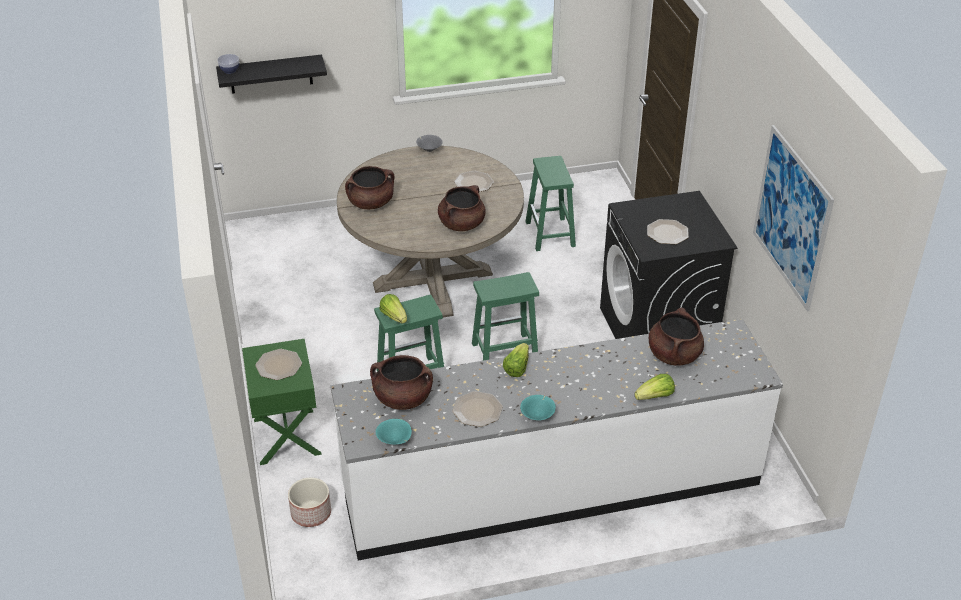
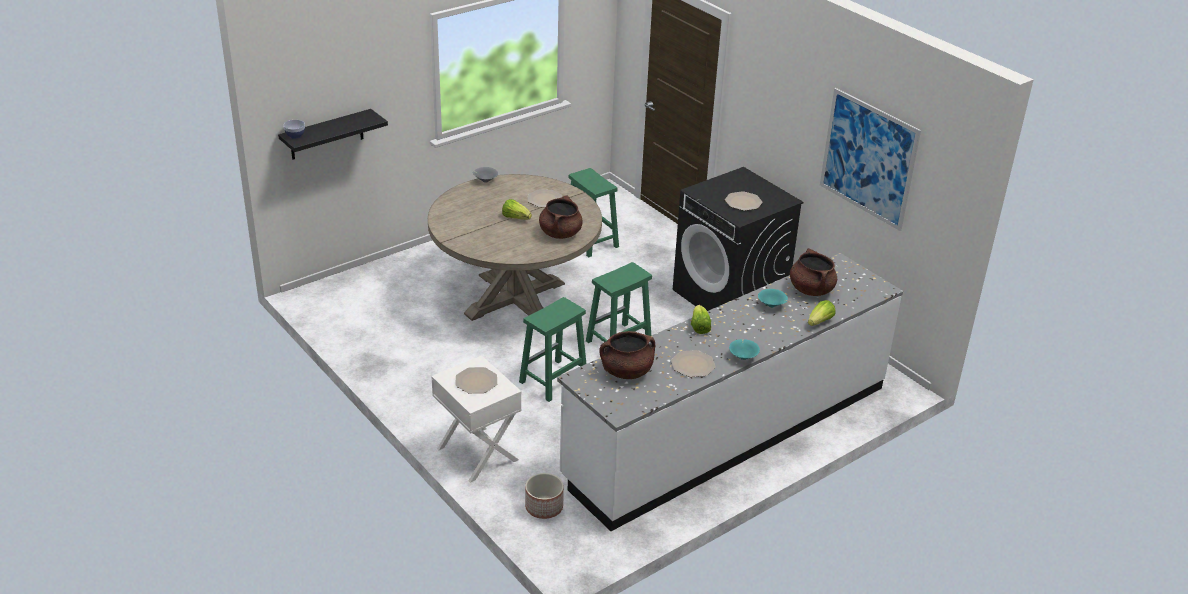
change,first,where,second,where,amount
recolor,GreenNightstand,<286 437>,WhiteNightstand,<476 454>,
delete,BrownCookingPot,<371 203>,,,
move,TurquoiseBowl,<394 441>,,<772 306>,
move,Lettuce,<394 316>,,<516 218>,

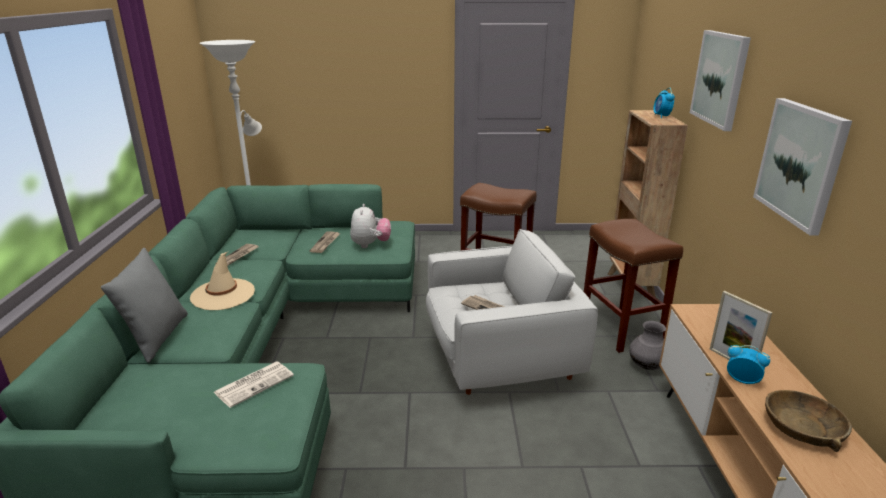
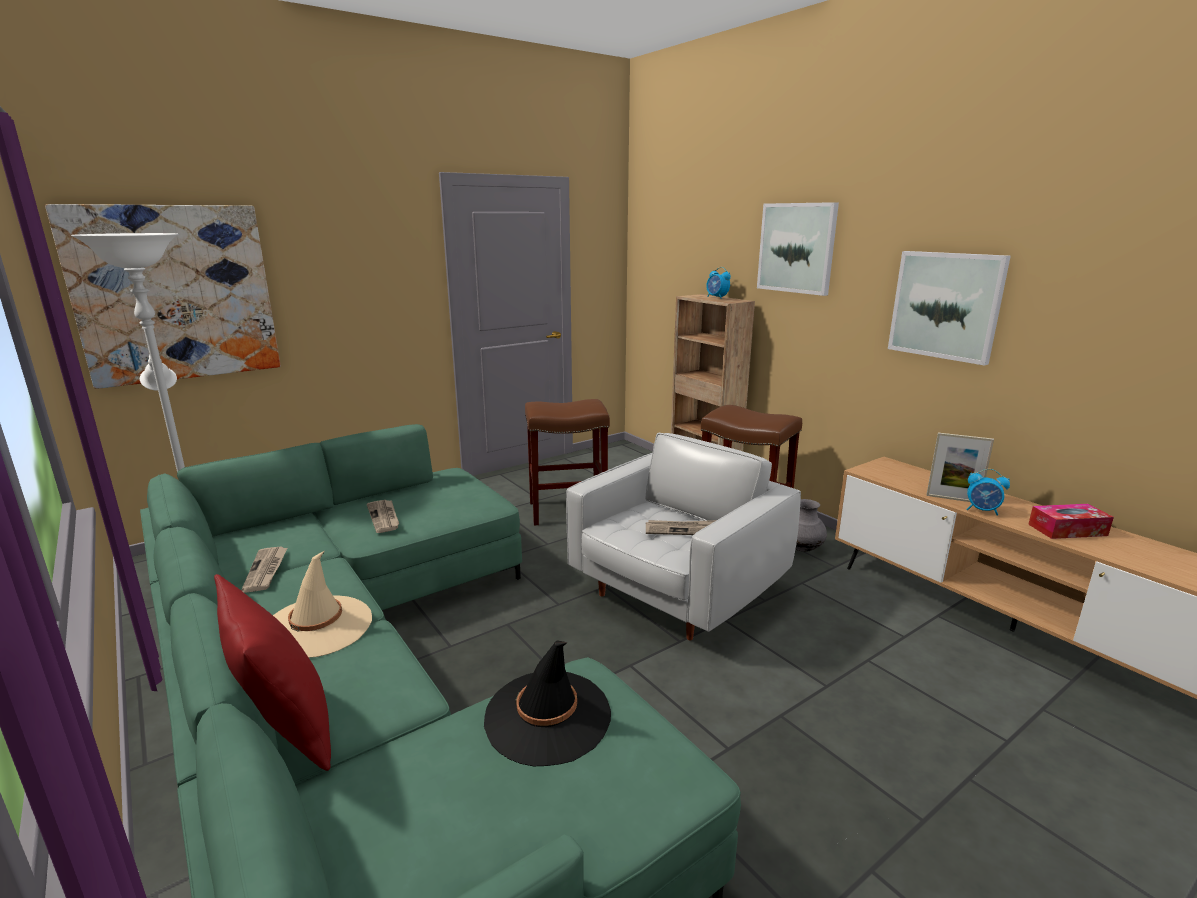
change,first,where,second,where,amount
recolor,GreyPillow,<156 337>,RedPillow,<286 729>,
replace,Newspaper,<255 383>,BlackHat,<547 717>,
delete,PlushToy,<370 245>,,,
rotate,AlarmClock,<742 380>,,<982 511>,150 degrees counterclockwise
replace,BrownBowl,<803 428>,TissueBox,<1067 530>,
insert,,,Picture,<175 294>,

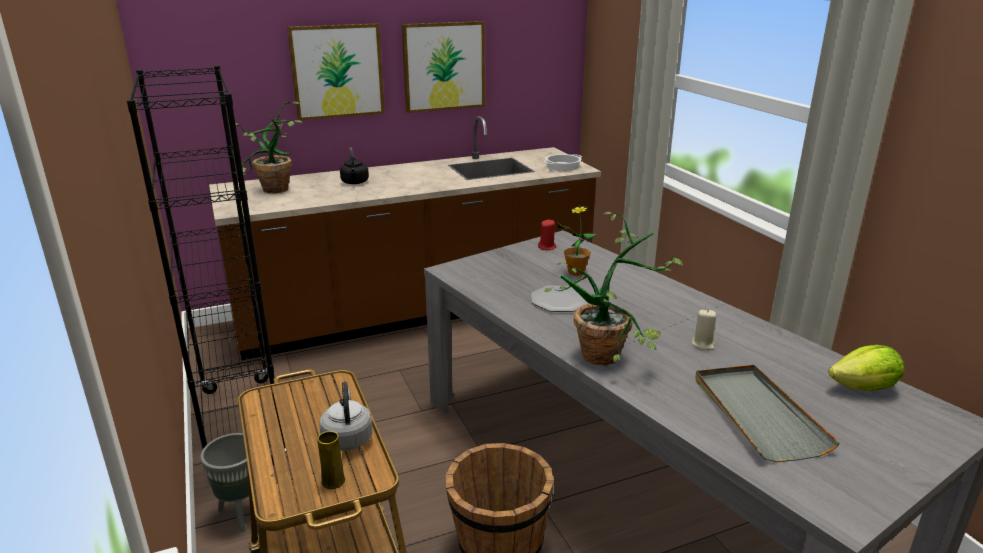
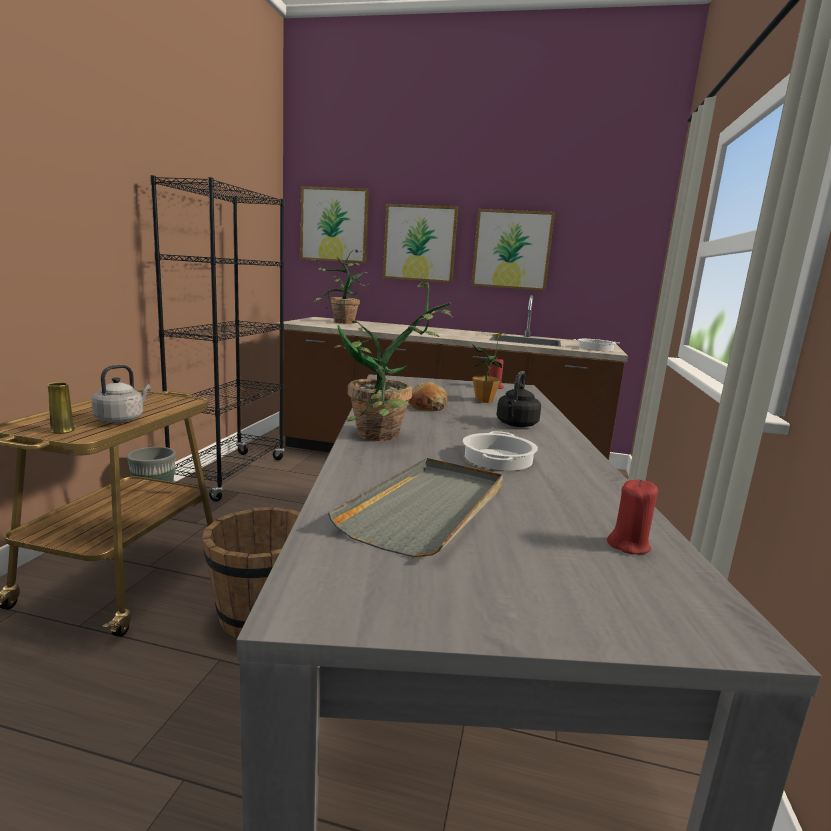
change,first,where,second,where,amount
move,BlackKettle,<355 182>,,<516 425>,
replace,Plate,<559 300>,Bread,<427 406>,
replace,BeigeCandle,<703 344>,CookingPot,<497 458>,
replace,Lettuce,<864 388>,RedCandle,<628 545>,
insert,,,Picture,<334 225>,

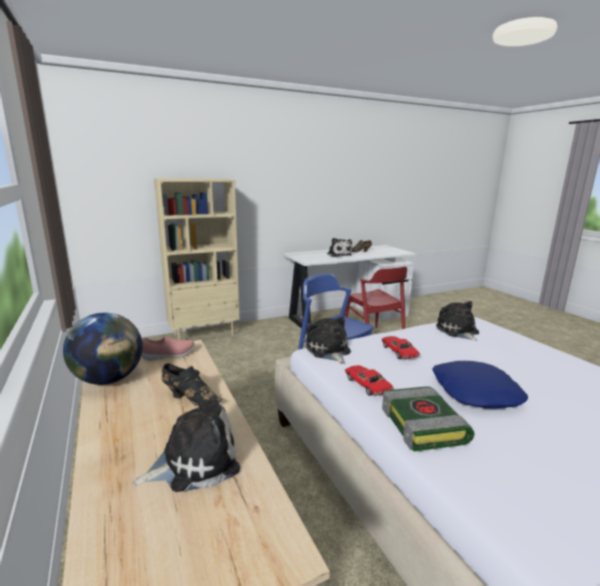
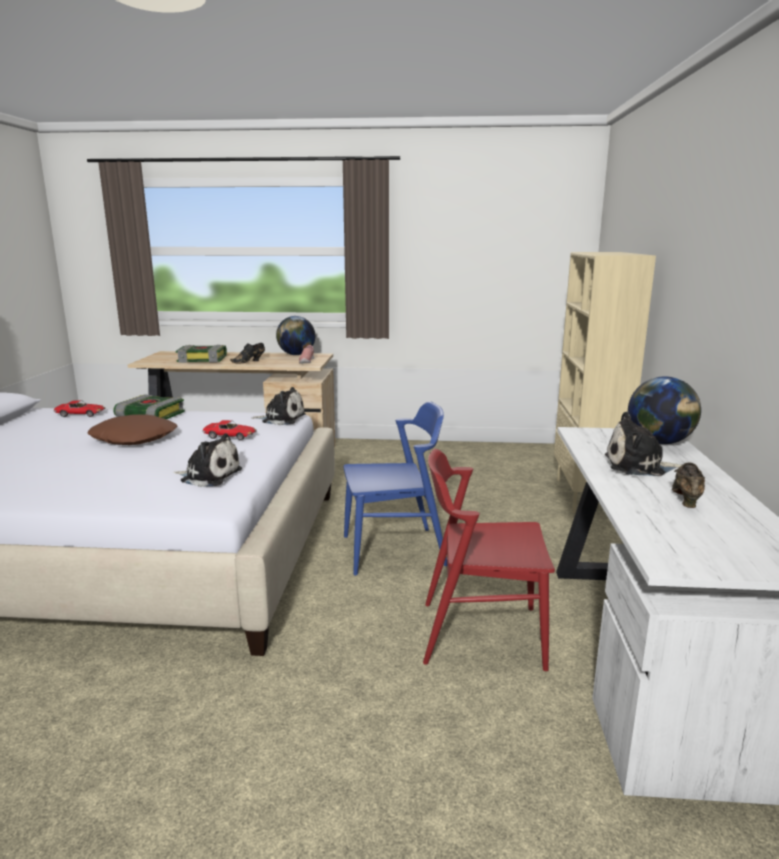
change,first,where,second,where,amount
replace,PlushToy,<194 461>,Book,<203 359>,
move,ToyCar,<366 385>,,<81 414>,
recolor,BluePillow,<474 392>,BrownPillow,<134 438>,
insert,,,Globe,<659 442>,

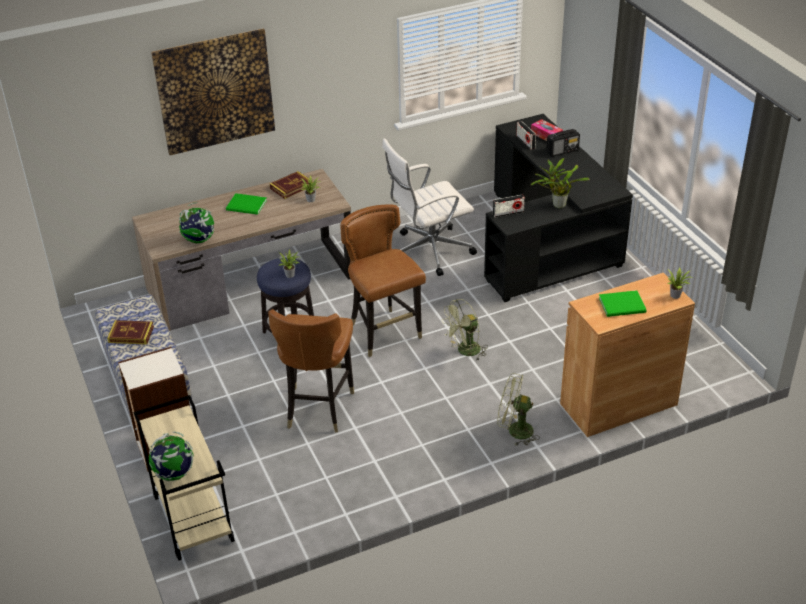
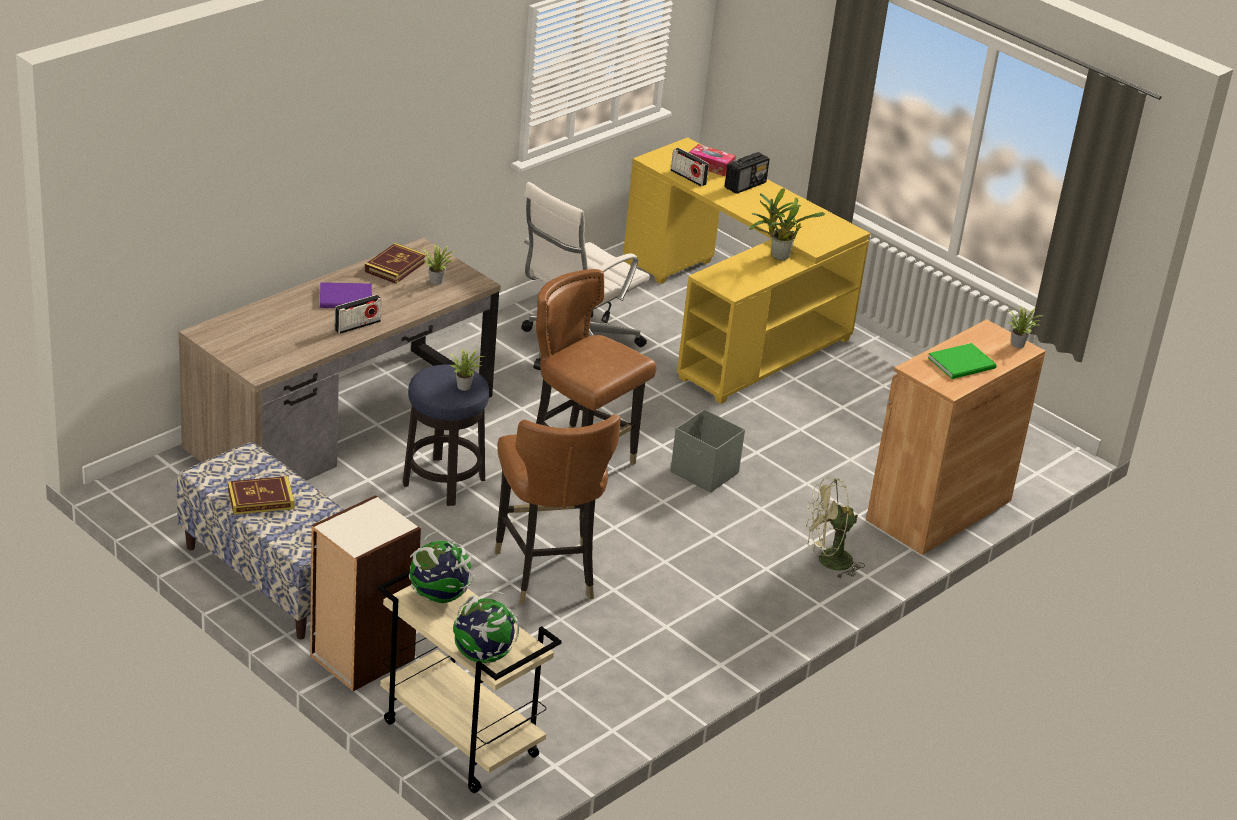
change,first,where,second,where,amount
delete,Picture,<215 91>,,,
move,Globe,<199 240>,,<439 597>,
recolor,GreenBook,<247 206>,PurpleBook,<347 298>,
replace,GreenFan,<465 351>,GreyStorageBox,<705 473>,
recolor,BlackDesk,<549 242>,YellowDesk,<736 319>,
move,Radio,<508 213>,,<357 325>,

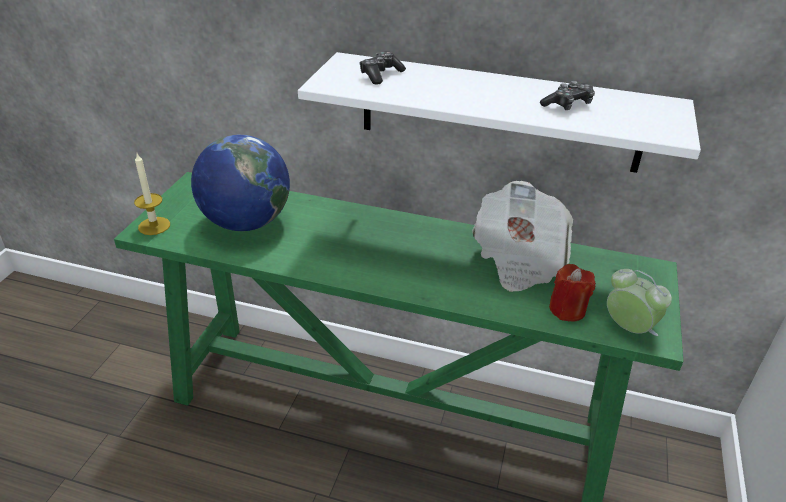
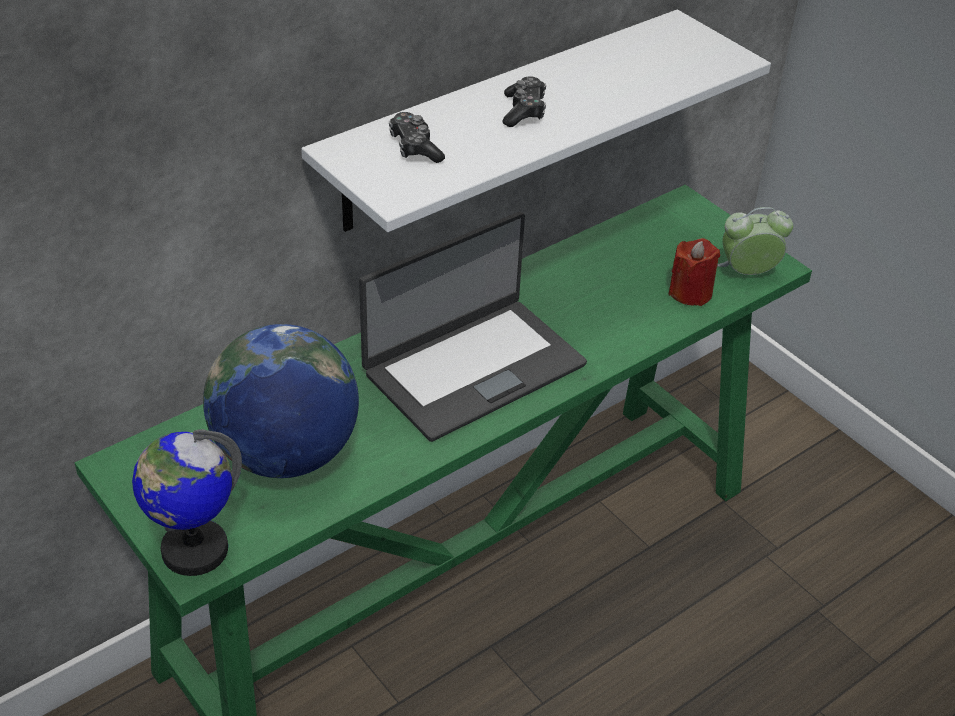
change,first,where,second,where,amount
replace,Candle,<154 226>,Globe,<194 549>,
delete,Newspaper,<519 259>,,,
move,GameController,<568 105>,,<524 111>,
insert,,,Laptop,<472 367>,

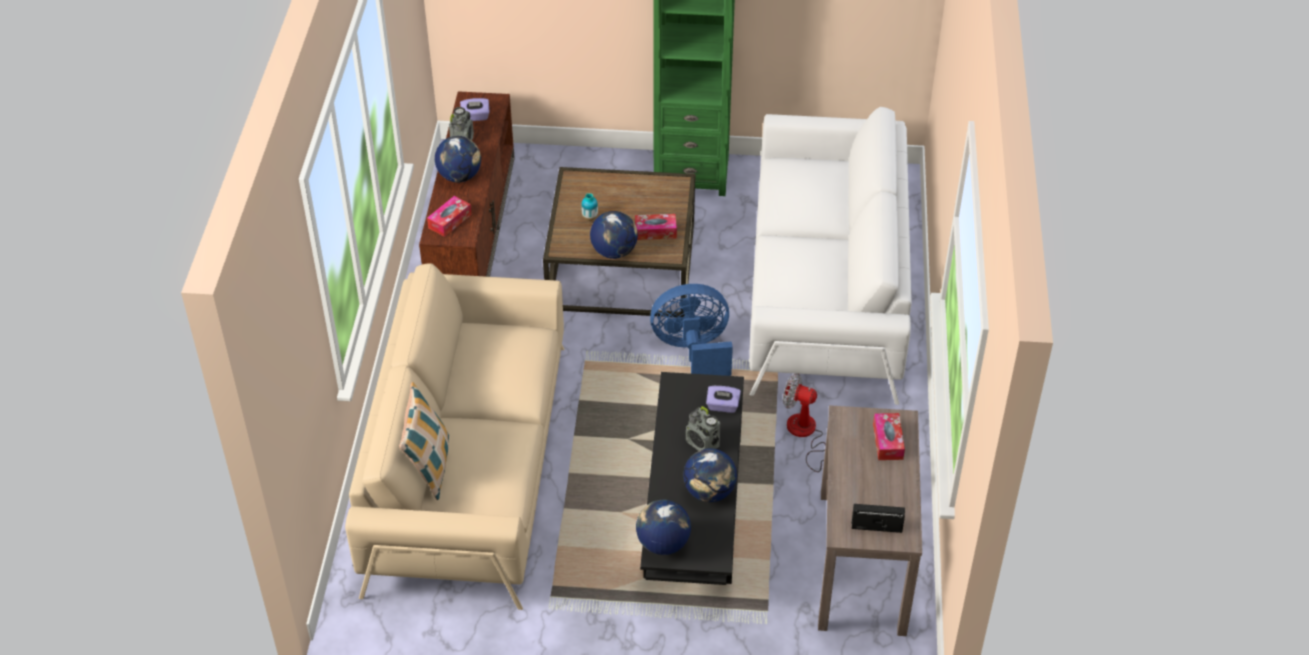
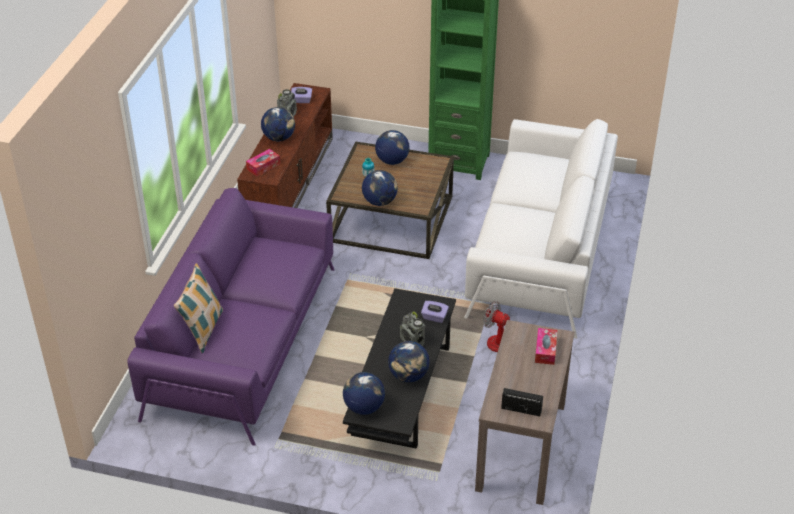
change,first,where,second,where,amount
recolor,BeigeSofa,<468 465>,PurpleSofa,<242 340>,
delete,TissueBox,<655 232>,,,
delete,BlueFan,<693 350>,,,
insert,,,Globe,<392 161>,

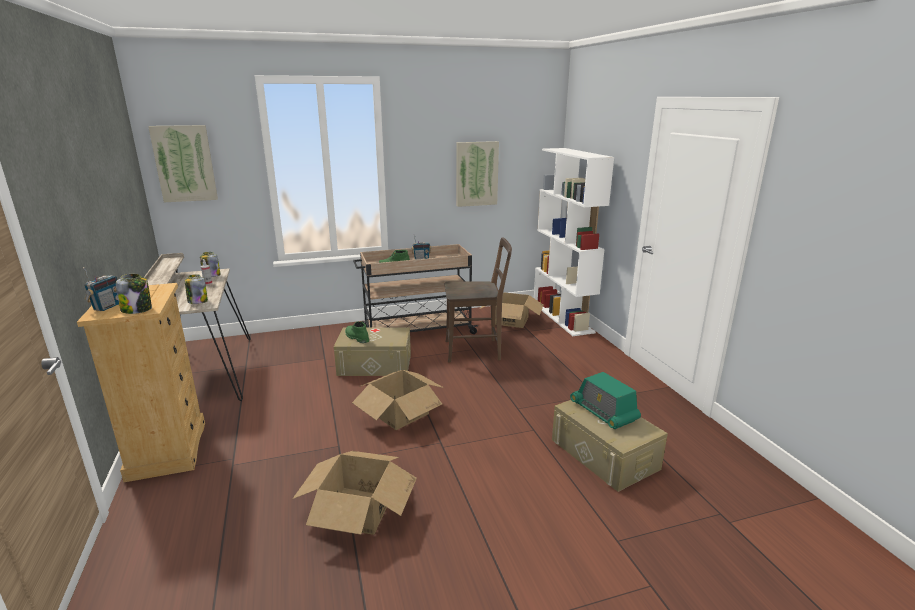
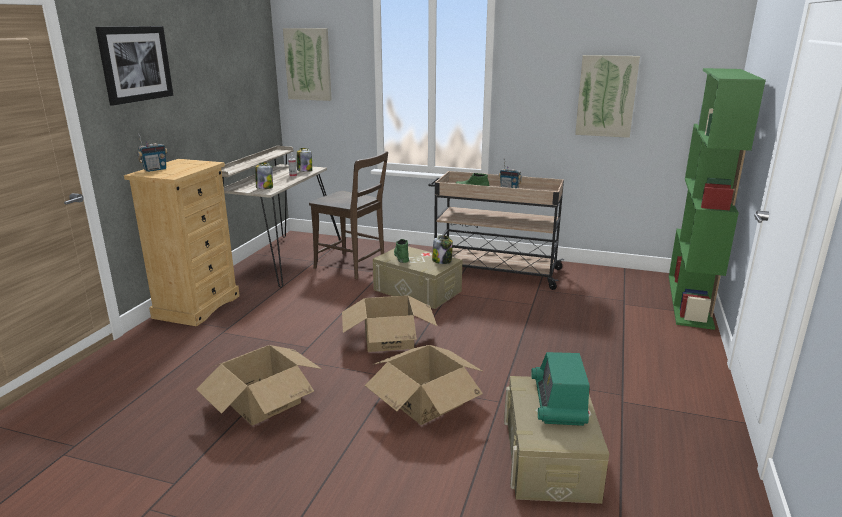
change,first,where,second,where,amount
move,Jar,<137 309>,,<442 261>,
move,BrownChair,<476 350>,,<352 266>,
move,CardboardBox,<511 320>,,<425 401>,
recolor,WhiteBookcase,<563 317>,GreenBookcase,<690 301>,
insert,,,Picture,<135 64>,

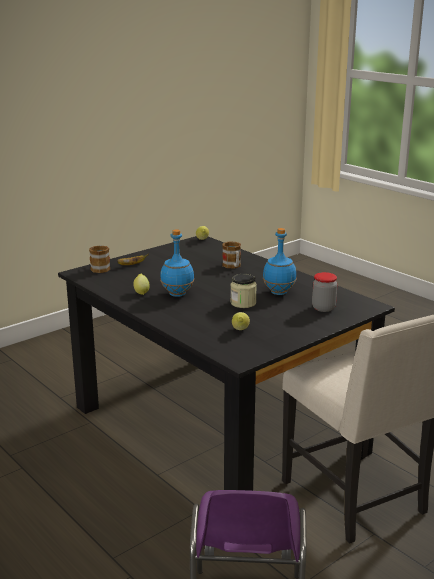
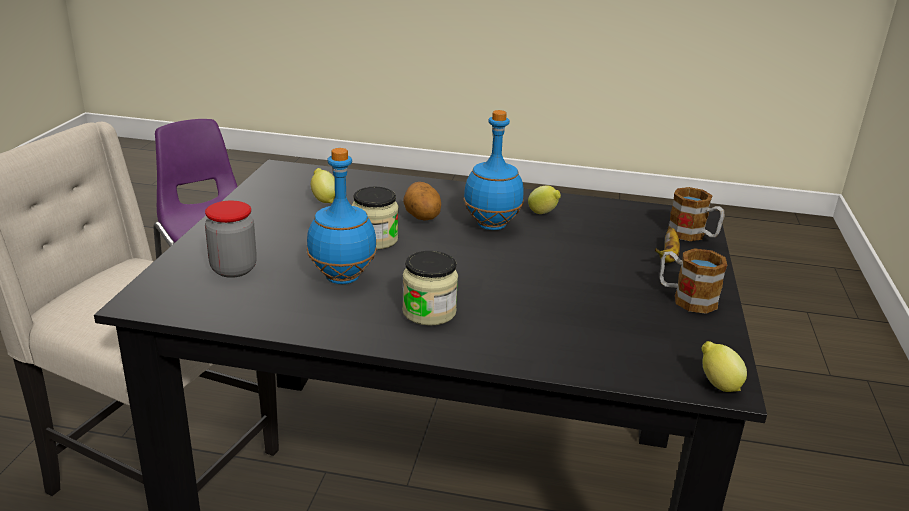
change,first,where,second,where,amount
move,Mug,<233 266>,,<686 298>,
insert,,,Jar,<429 312>,
insert,,,Potato,<421 218>,

